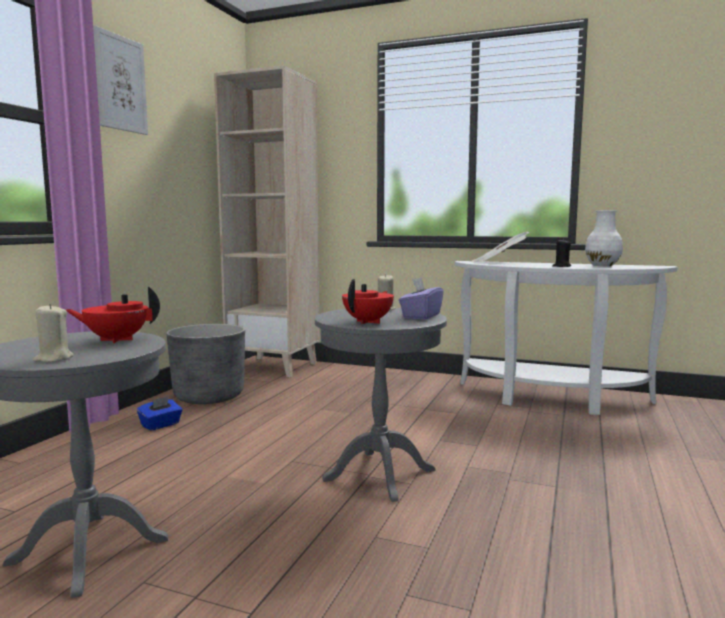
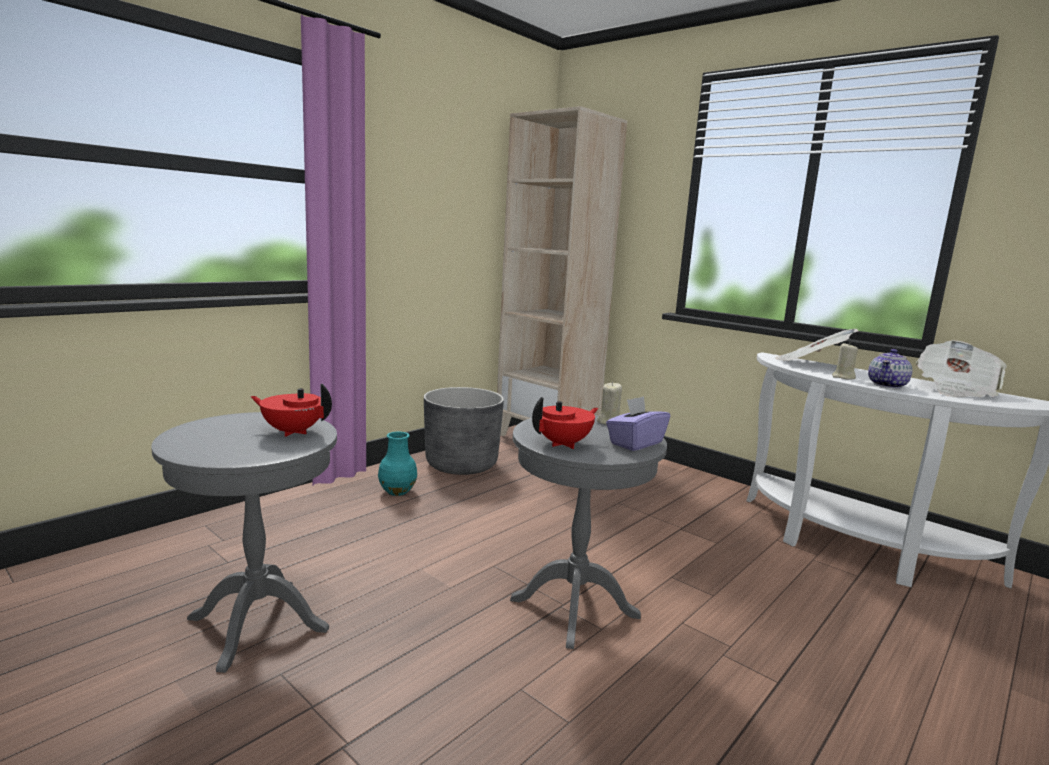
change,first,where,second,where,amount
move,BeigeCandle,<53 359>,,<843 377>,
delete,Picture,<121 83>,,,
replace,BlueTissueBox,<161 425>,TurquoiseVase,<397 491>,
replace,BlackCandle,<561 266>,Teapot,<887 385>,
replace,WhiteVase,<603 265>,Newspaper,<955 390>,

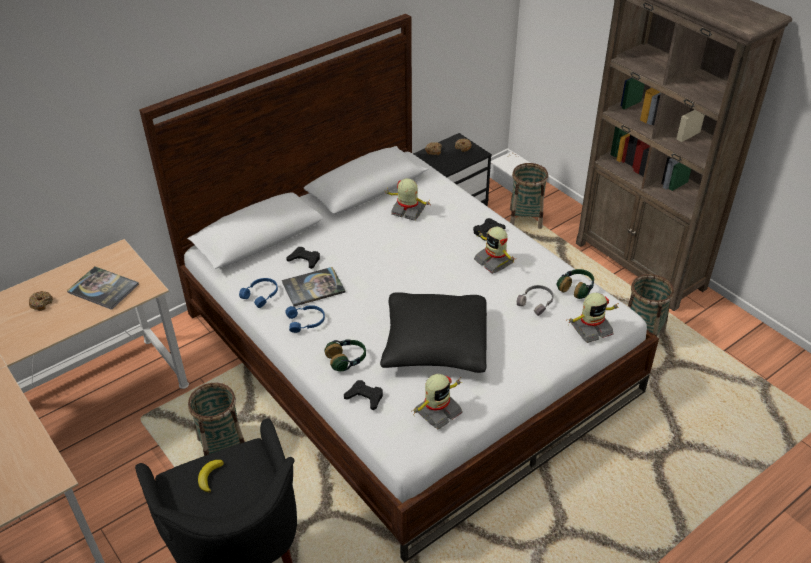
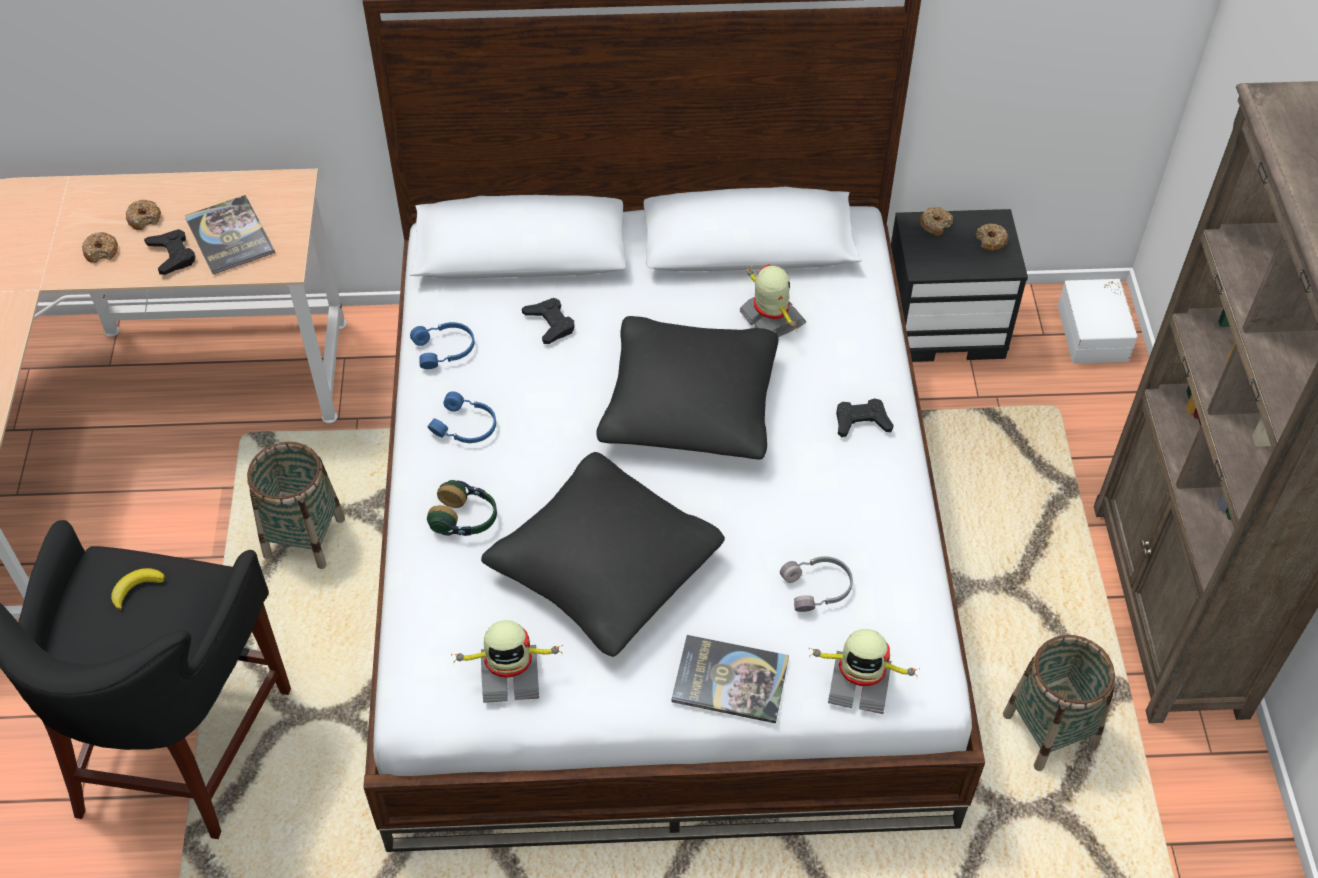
change,first,where,second,where,amount
move,Book,<313 287>,,<730 680>,
move,BlackGameController,<365 397>,,<172 255>,
delete,ToyRobot,<494 261>,,,
delete,Basket,<525 218>,,,
delete,Headphones,<576 288>,,,
insert,,,Donut,<101 251>,
insert,,,BlackPillow,<690 405>,

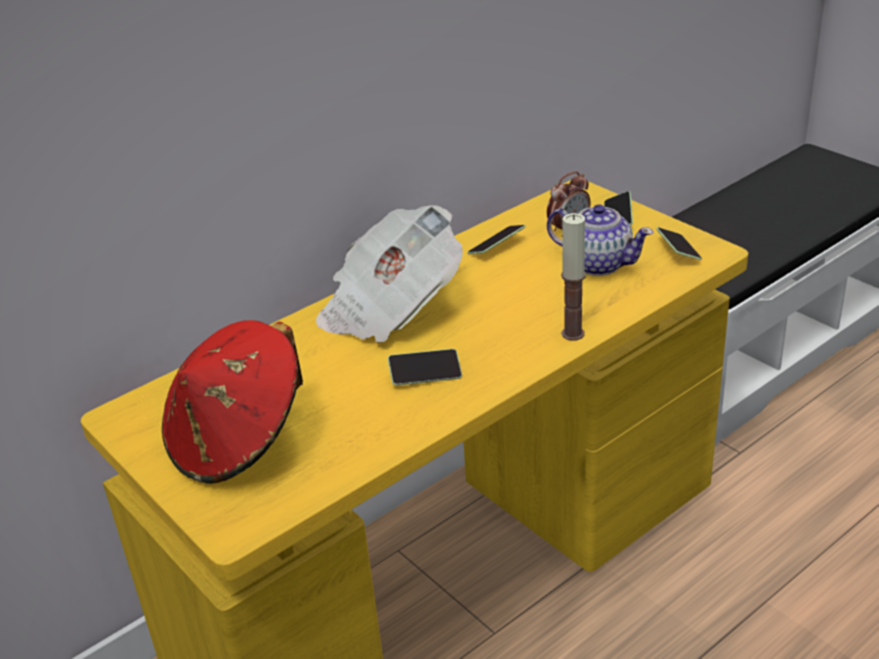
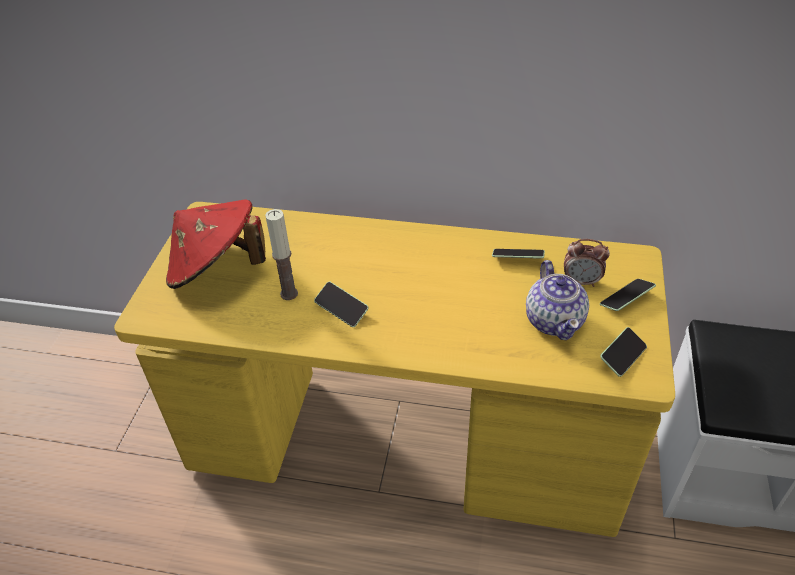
change,first,where,second,where,amount
delete,Newspaper,<390 308>,,,
move,Candle,<573 334>,,<289 293>,

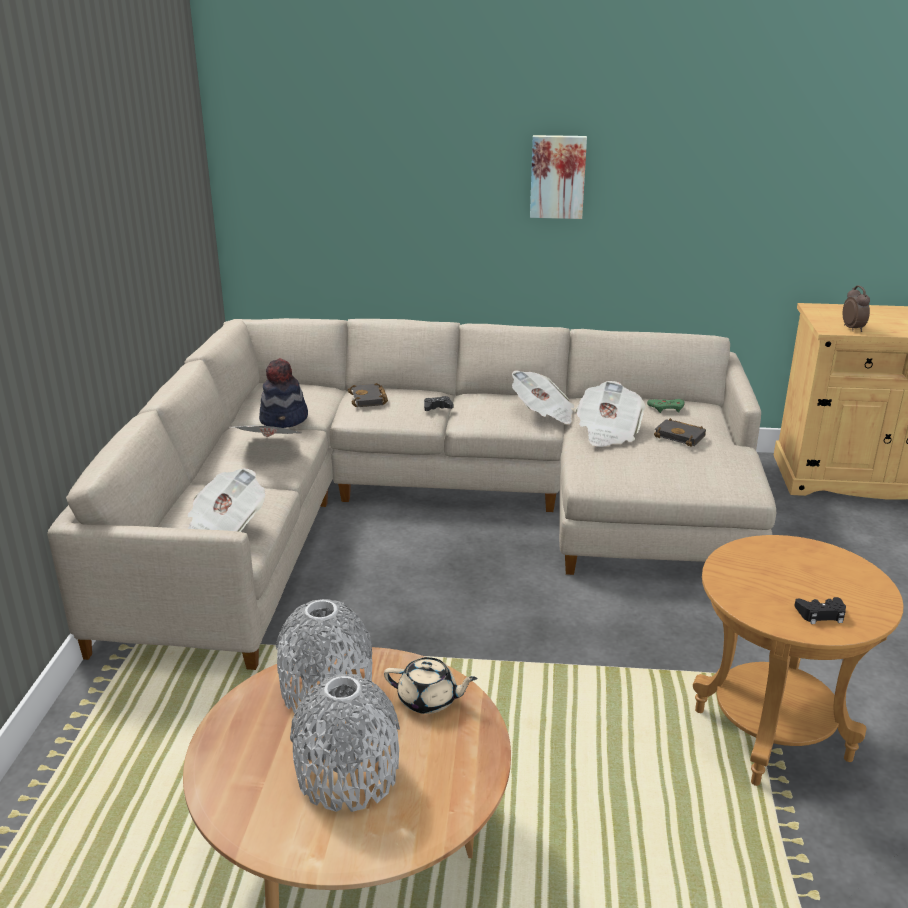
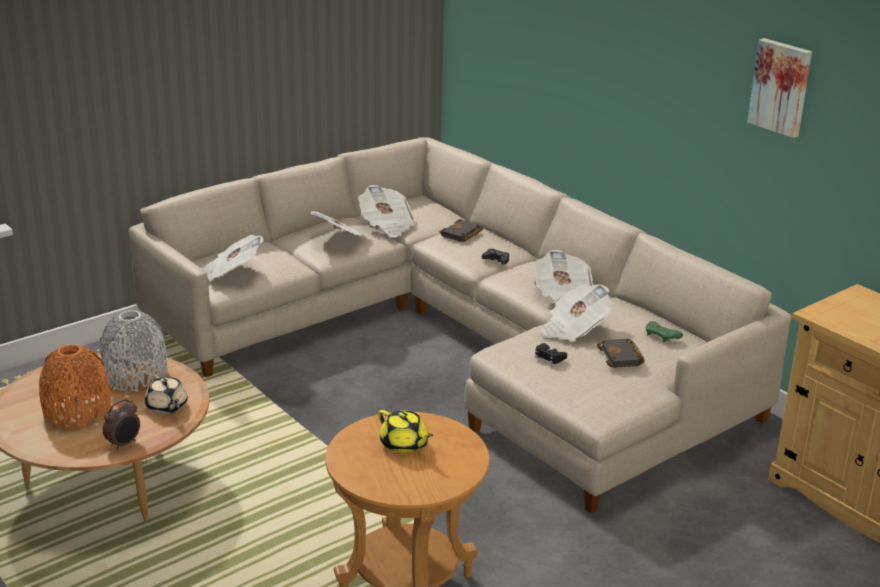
change,first,where,second,where,amount
replace,Hat,<284 419>,Newspaper,<386 225>,
recolor,GreyVase,<347 774>,OrangeVase,<77 413>,
move,Picture,<557 176>,,<781 87>,
move,BlackGameController,<821 614>,,<549 357>,
move,AlarmClock,<853 329>,,<124 444>,
insert,,,YellowTeapot,<404 445>,

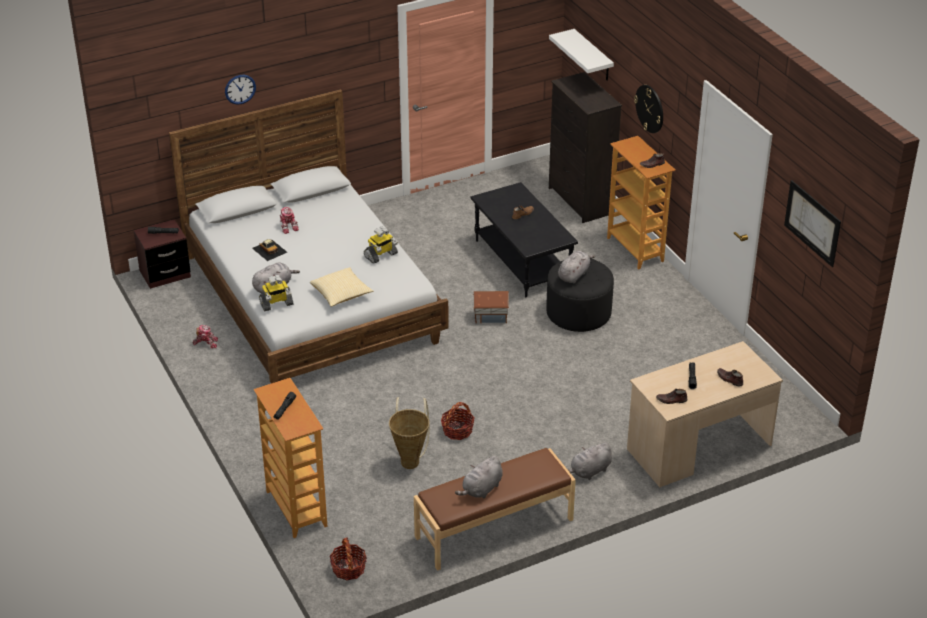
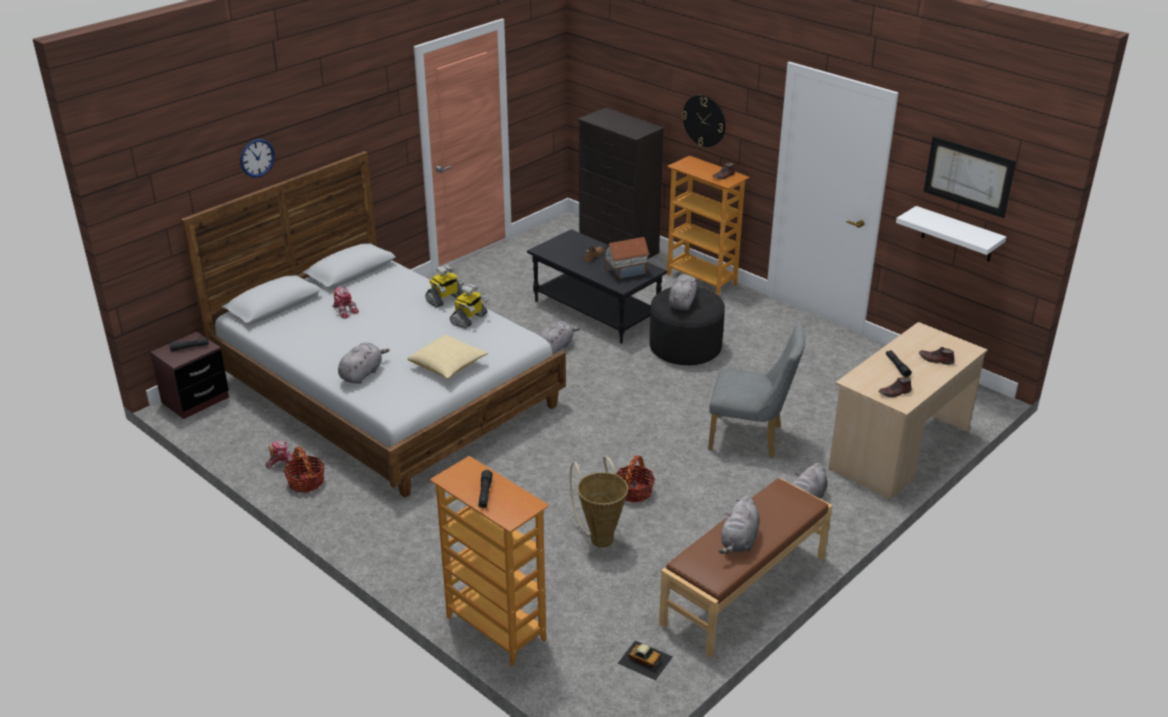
change,first,where,second,where,amount
move,ToyCar,<269 250>,,<645 659>,
move,ToyRobot,<276 304>,,<445 299>,
move,Basket,<348 569>,,<306 482>,
move,ToyHouse,<490 316>,,<625 271>,
move,WhiteShelf,<593 56>,,<957 234>,
insert,,,GreyPlushToy,<555 348>,
insert,,,GreyChair,<751 438>,

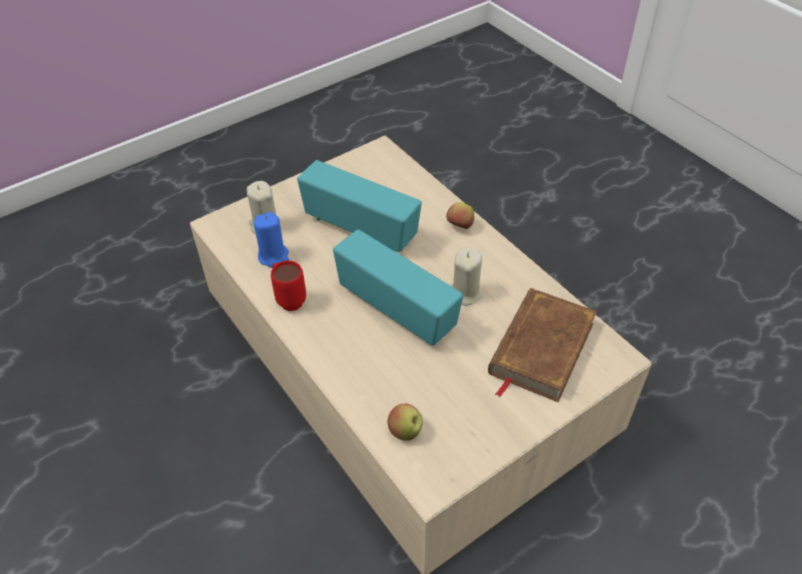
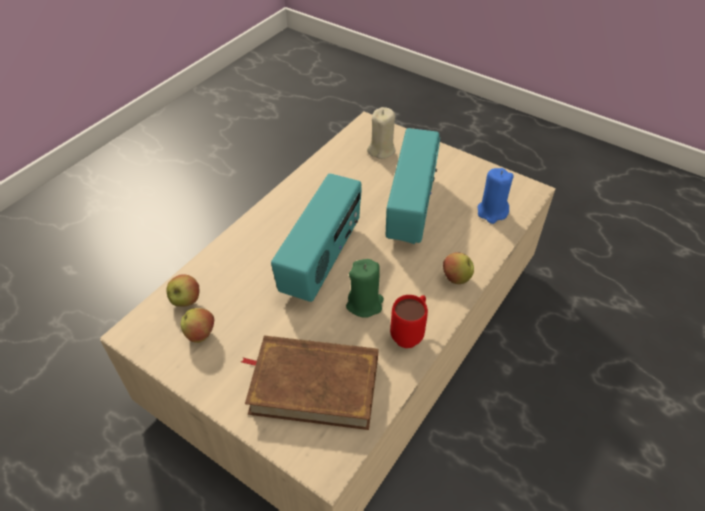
change,first,where,second,where,amount
move,BlueCandle,<273 256>,,<492 212>,
move,RedMug,<288 299>,,<410 333>,
recolor,BeigeCandle,<465 292>,GreenCandle,<365 304>,
insert,,,Apple,<201 334>,

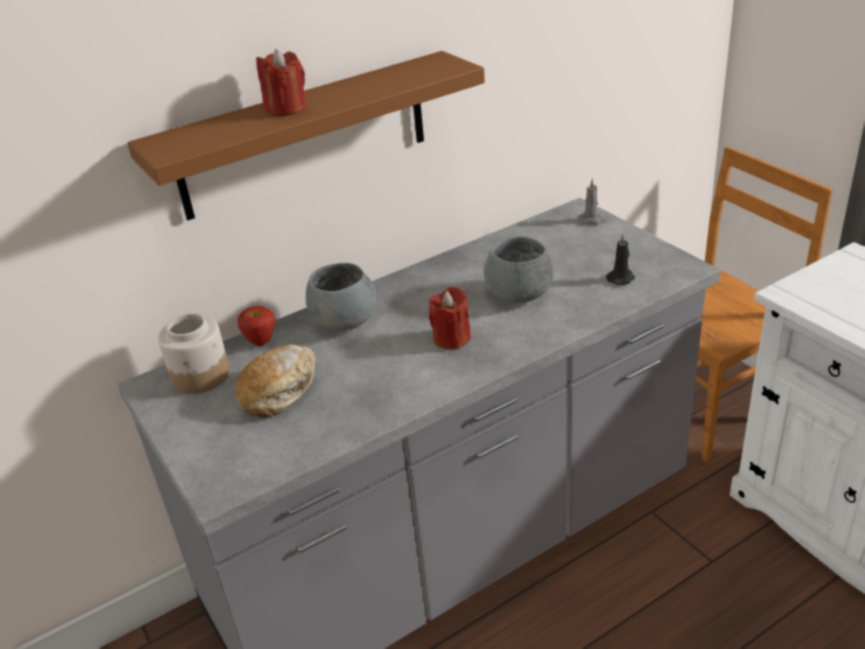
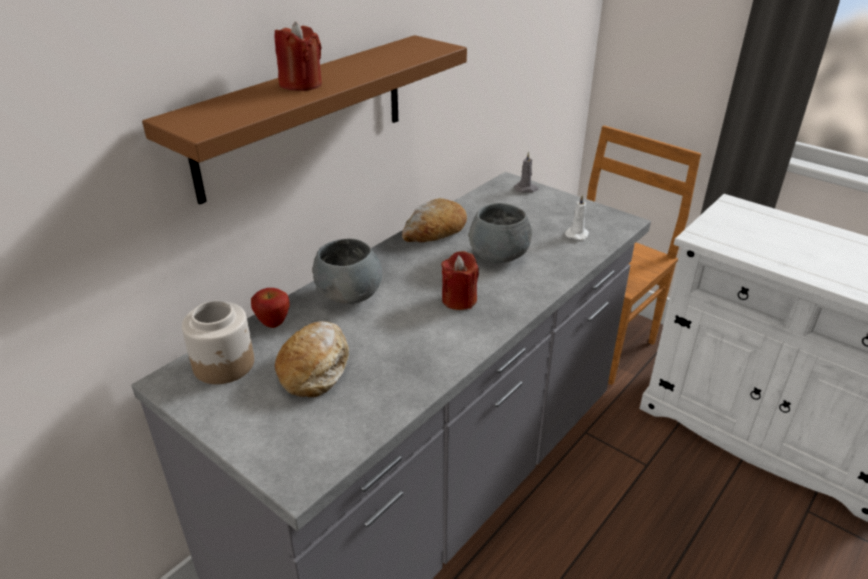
change,first,where,second,where,amount
recolor,BlackCandle,<621 278>,WhiteCandle,<577 234>,
insert,,,Bread,<434 232>,

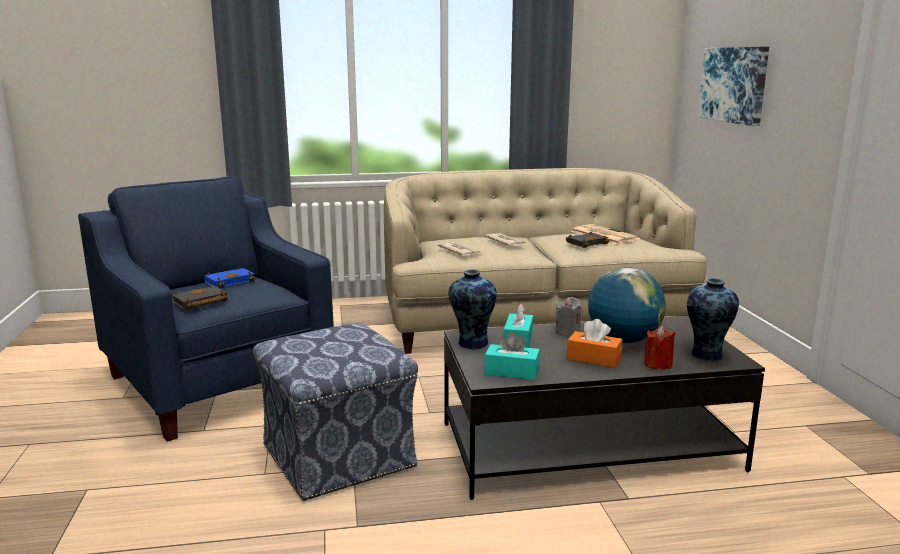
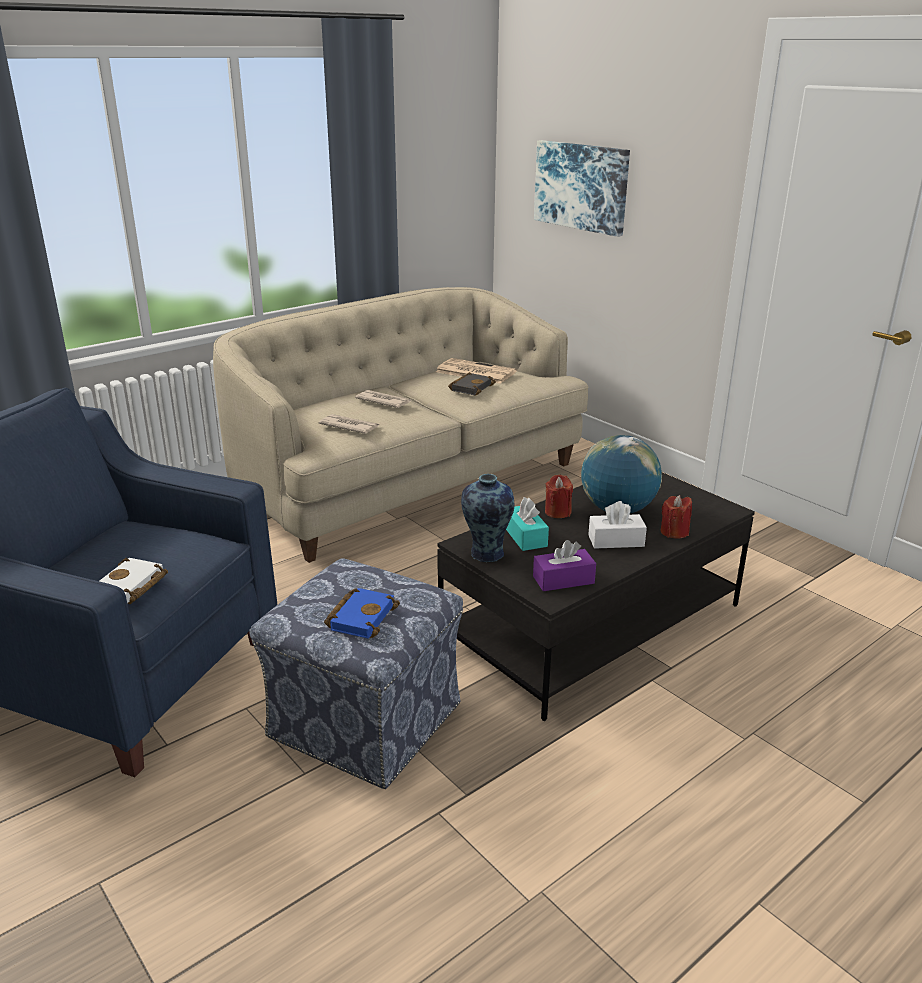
change,first,where,second,where,amount
recolor,BlackBook,<200 302>,WhiteBook,<130 588>,
move,BlueBook,<230 281>,,<361 616>,
recolor,TurquoiseTissueBox,<512 372>,PurpleTissueBox,<563 580>,
recolor,GreyCandle,<567 331>,RedCandle,<557 512>,
recolor,OrangeTissueBox,<593 359>,WhiteTissueBox,<616 541>,
delete,Vase,<706 355>,,,

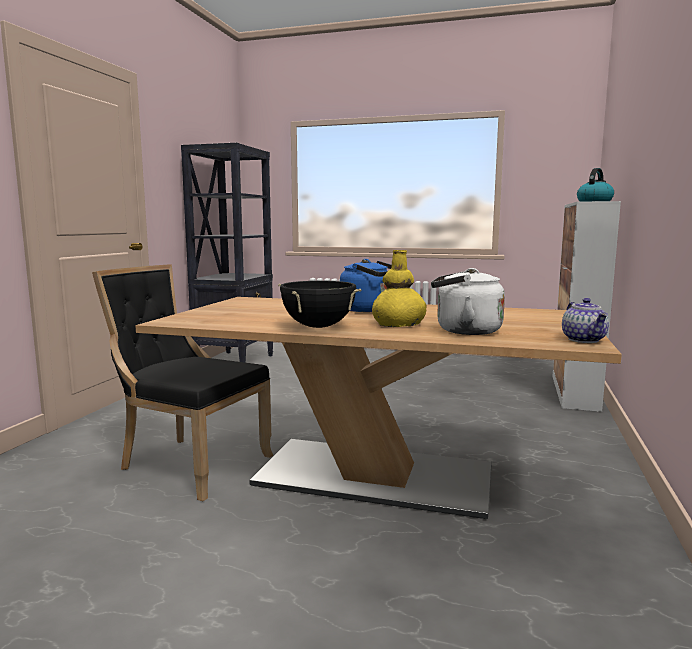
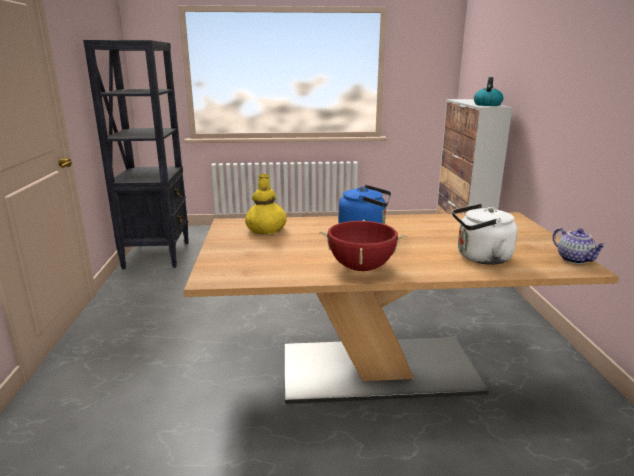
change,first,where,second,where,amount
delete,BlackChair,<190 463>,,,
recolor,BlackCookingPot,<318 327>,RedCookingPot,<361 268>,
move,YellowVase,<398 324>,,<266 230>,

